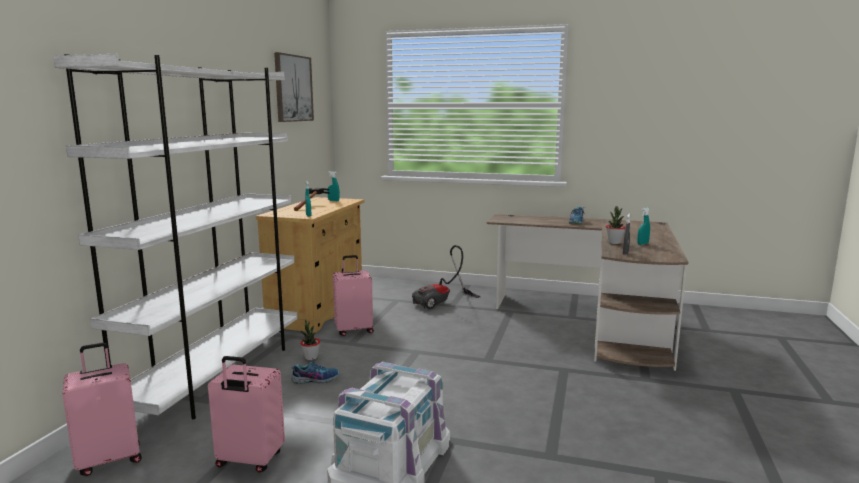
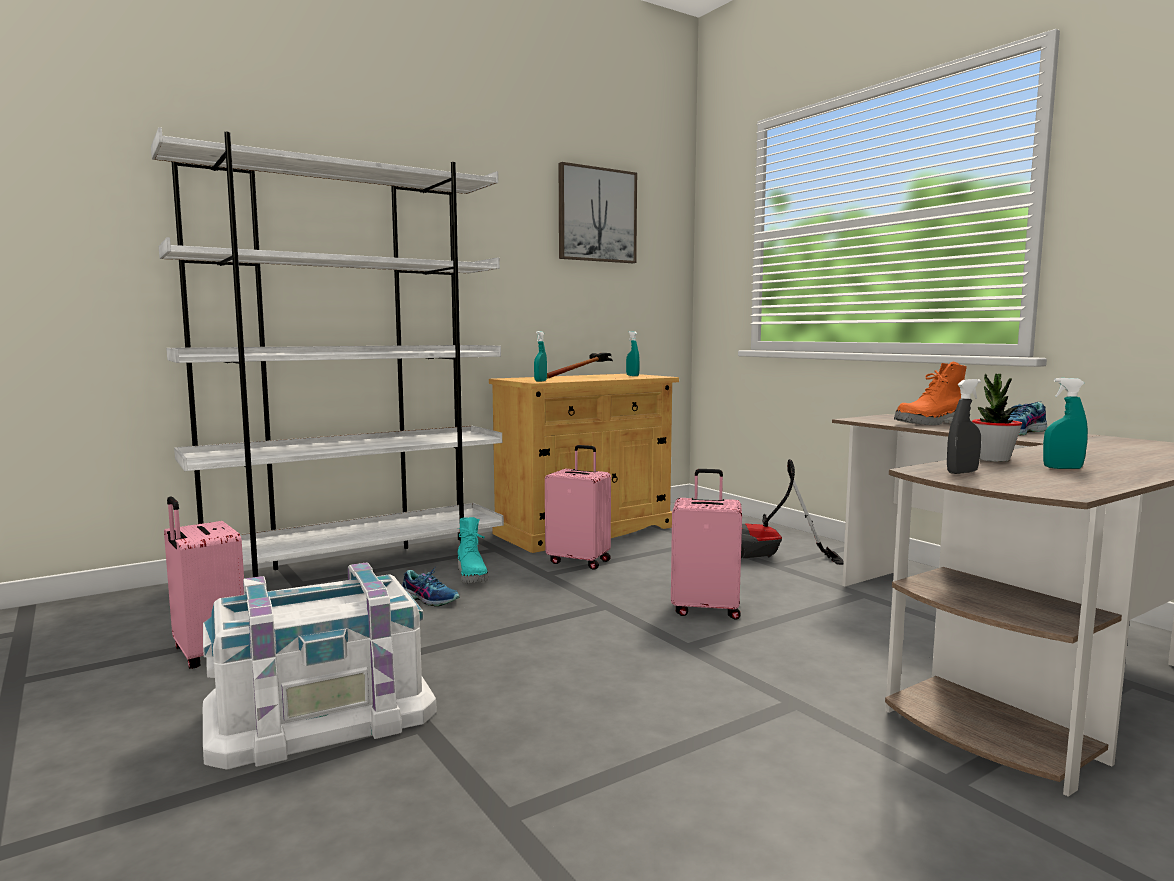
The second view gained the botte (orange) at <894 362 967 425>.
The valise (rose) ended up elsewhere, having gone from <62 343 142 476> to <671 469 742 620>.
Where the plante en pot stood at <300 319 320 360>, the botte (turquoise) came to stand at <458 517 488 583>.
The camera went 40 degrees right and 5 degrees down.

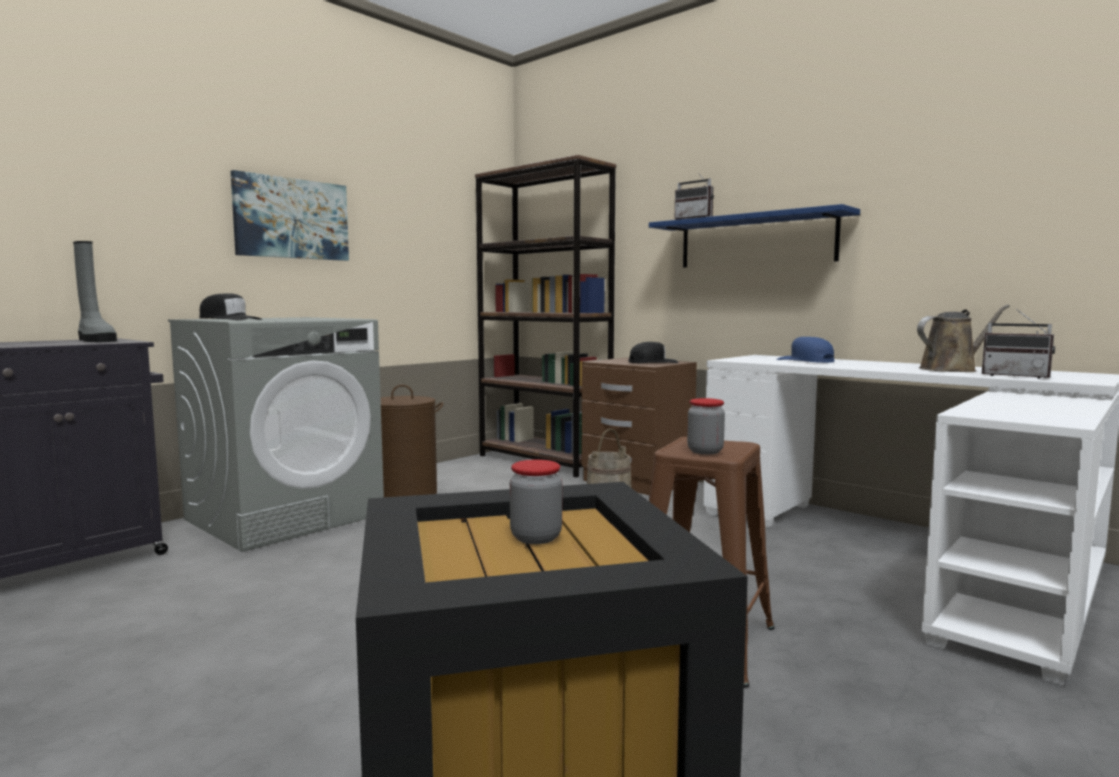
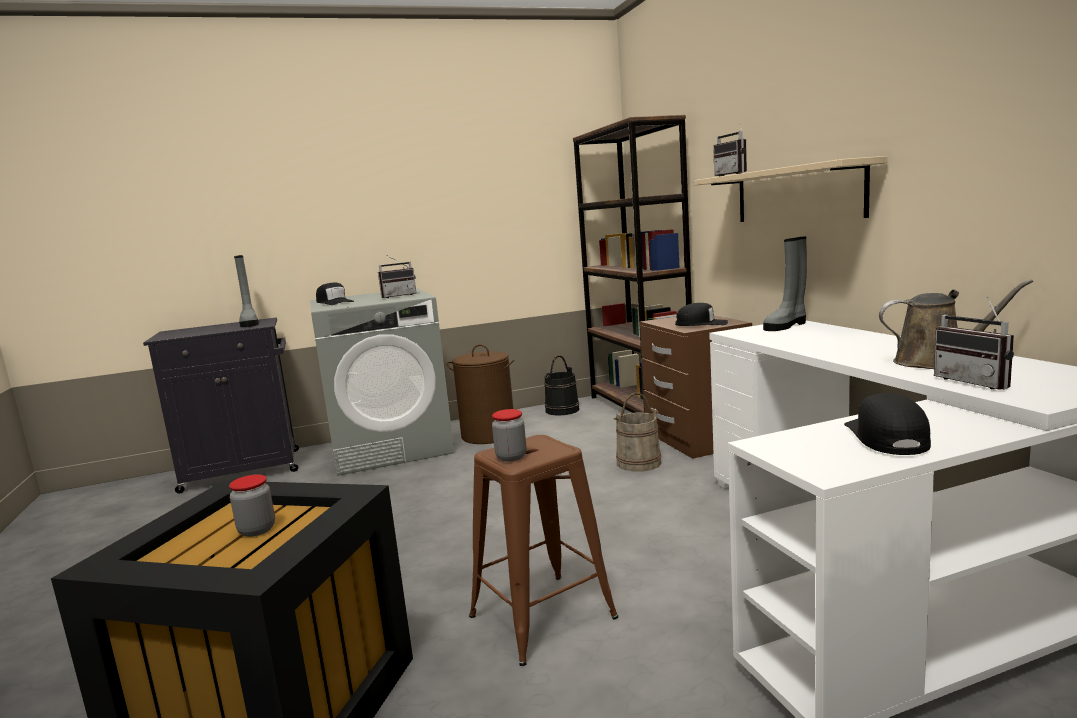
The second view lost the tableau at <231 170 349 261>.
The second view lost the casquette (bleu) at <776 337 834 363>.
The second view gained the radio at <378 255 416 298>.
The second view gained the seau (noir) at <544 355 579 416>.
The second view gained the botte (gris) at <763 236 807 331>.
The second view gained the casquette (noir) at <844 393 931 455>.
What was the étagère (bleu) at <649 204 860 267> turned into the étagère (beige) at <694 156 888 222>.
The camera went 30 degrees right and 5 degrees up.

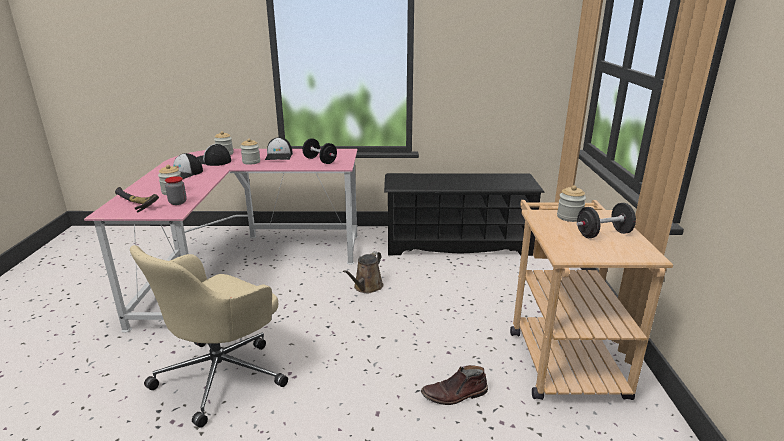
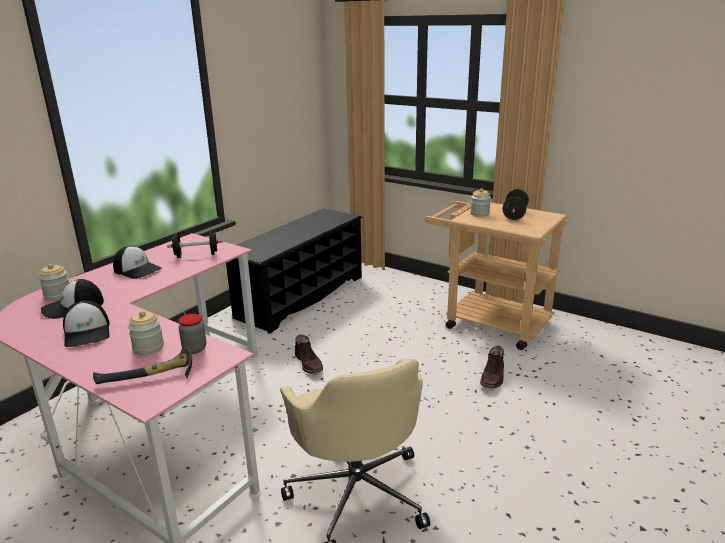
The second view lost the bocal at <240 139 260 165>.
Where the arrosoir (marron) stood at <343 251 383 293>, the botte (marron) came to stand at <295 335 323 373>.
The camera went 55 degrees left and 0 degrees up.

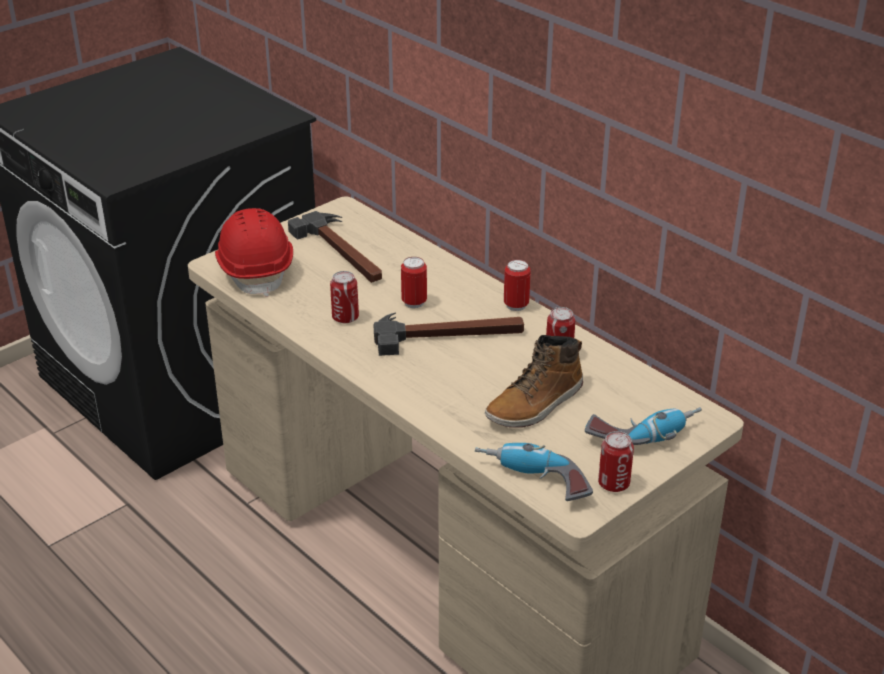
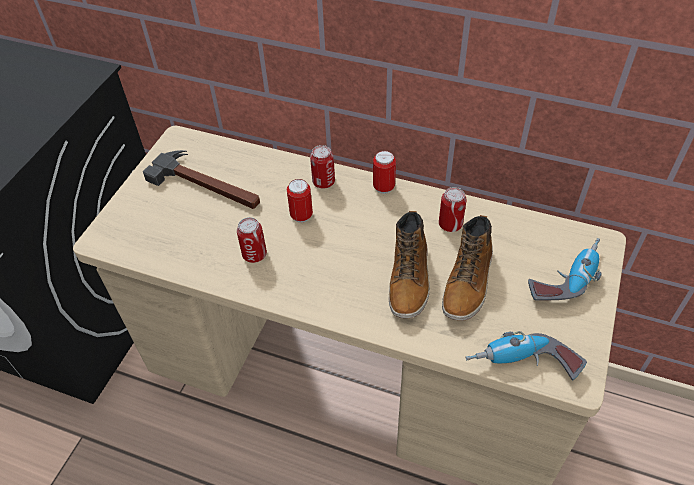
The second view lost the casque de chantier (rouge) at <215 208 293 297>.
The second view lost the marteau at <373 312 524 356>.
The second view gained the botte at <389 211 430 318>.
The boîte métallique ended up elsewhere, having gone from <598 431 634 492> to <310 145 335 189>.
The camera went 25 degrees left and 15 degrees up.

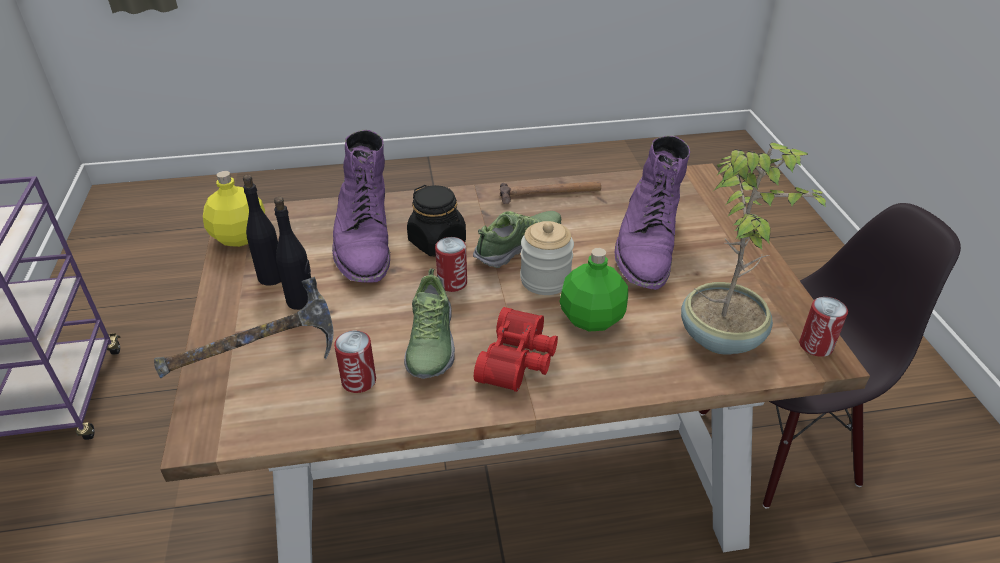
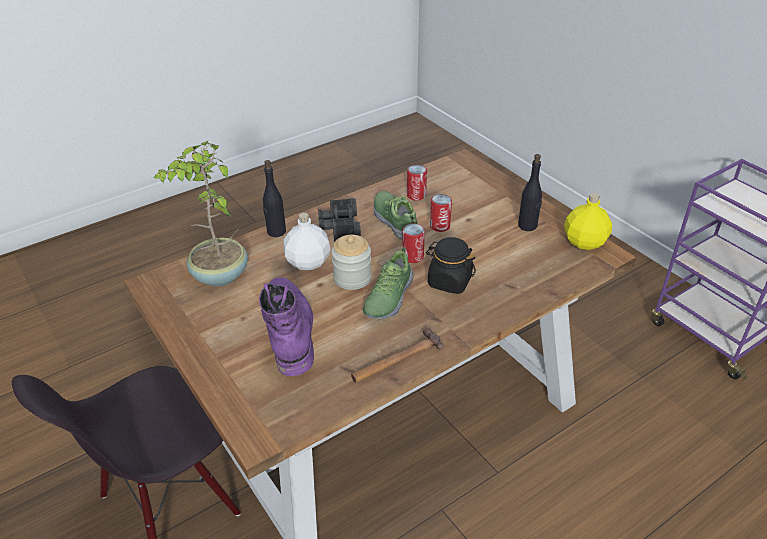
The second view lost the marteau at <154 277 334 378>.
The second view lost the botte (violet) at <332 130 390 283>.
The bouteille (noir) ended up elsewhere, having gone from <274 197 311 310> to <263 160 286 237>.
The boîte métallique ended up elsewhere, having gone from <799 297 848 357> to <430 194 452 232>.
What was the jumelles (rouge) at <474 307 558 392> turned into the jumelles (noir) at <318 198 361 242>.
What was the bouteille (vert) at <559 248 628 332> turned into the bouteille (blanc) at <283 213 331 270>.
The camera went 155 degrees right and 0 degrees up.

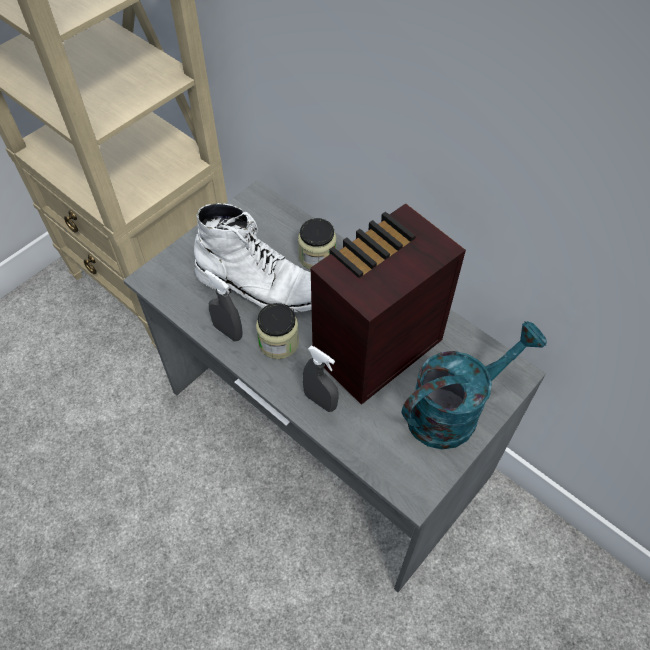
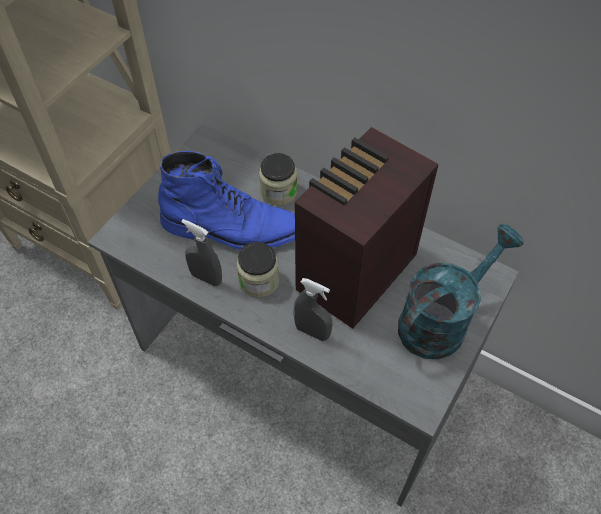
What was the botte (blanc) at <194 203 312 313> turned into the botte (bleu) at <158 151 295 250>.
The camera went 10 degrees left and 0 degrees up.

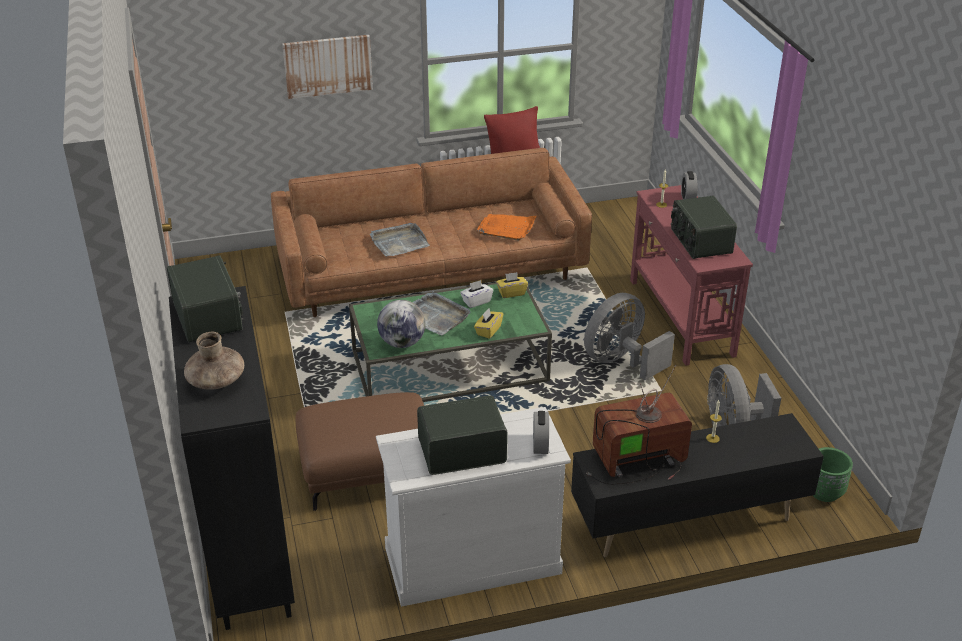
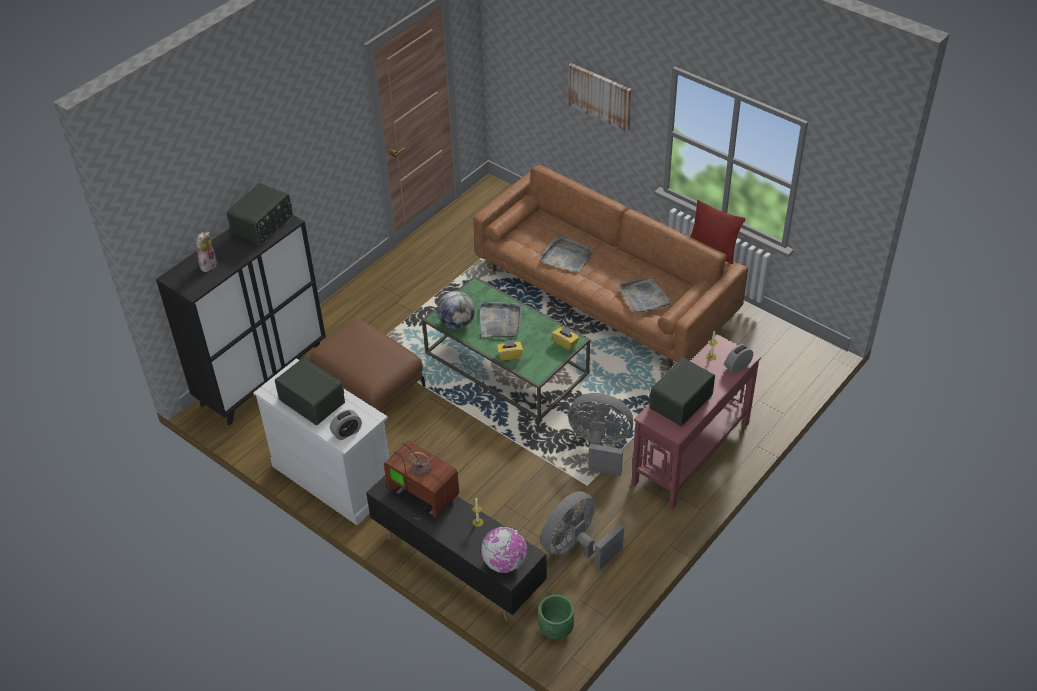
The second view lost the boîte à mouchoirs (blanc) at <460 280 493 308>.
The second view gained the globe at <481 526 527 573>.
Where the vase (marron) stood at <184 332 244 390>, the peluche came to stand at <195 232 218 272>.
What was the plateau (orange) at <477 214 536 240> turned into the plateau (gris) at <619 278 673 312>.
The camera went 55 degrees right and 10 degrees up.

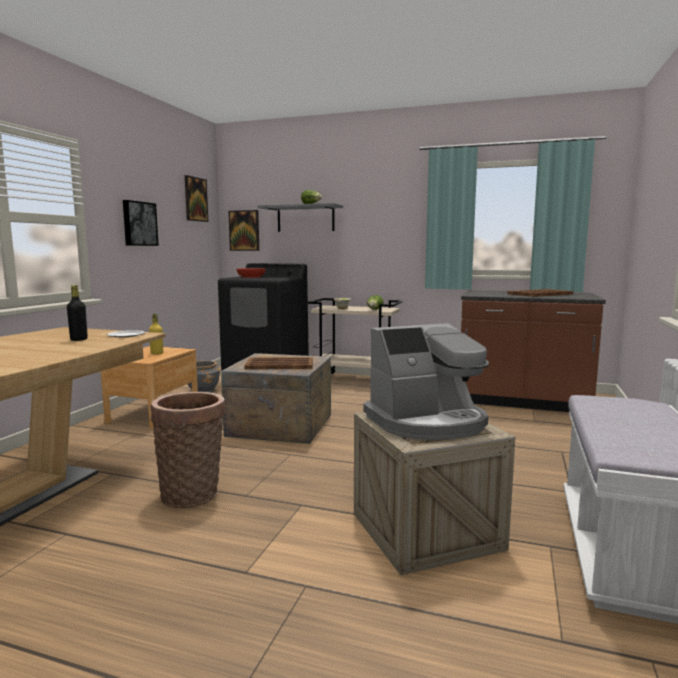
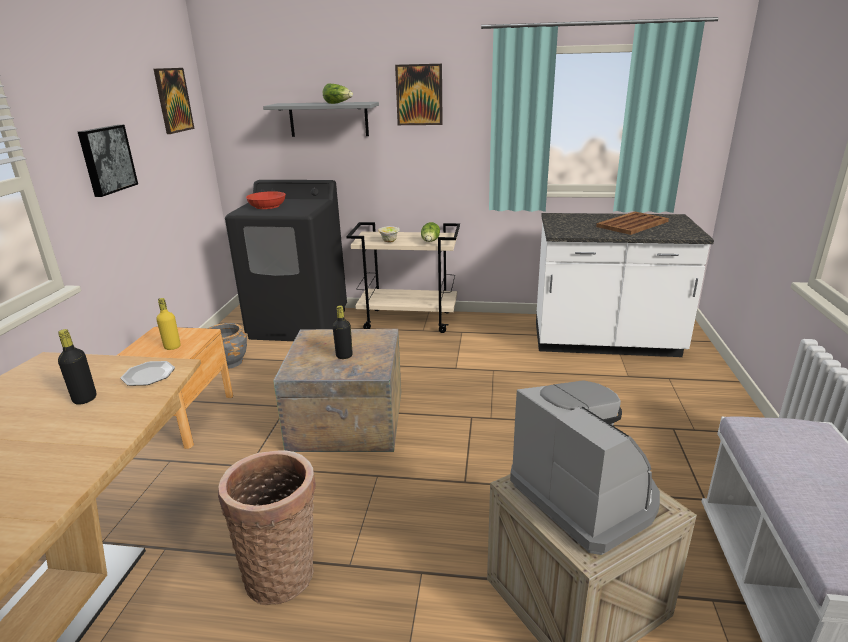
The tableau ended up elsewhere, having gone from <228 210 259 251> to <395 64 443 125>.
Where the plateau (marron) stood at <244 357 313 369>, the bouteille (noir) came to stand at <333 305 353 359>.
What was the comptoir de cuisine (marron) at <461 290 606 412> turned into the comptoir de cuisine (blanc) at <536 213 714 357>.
The machine à café at <363 323 489 440> ended up facing another way, 90 degrees counterclockwise from before.
The camera went 10 degrees left and 15 degrees up.

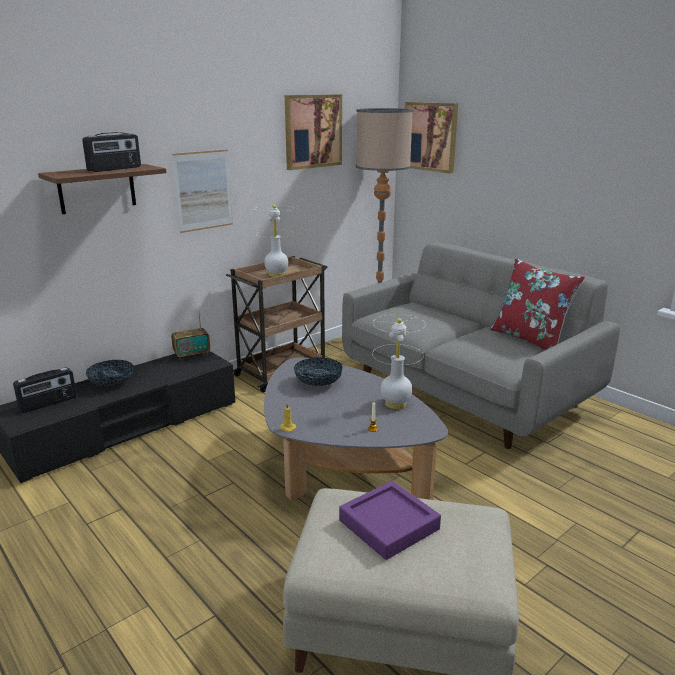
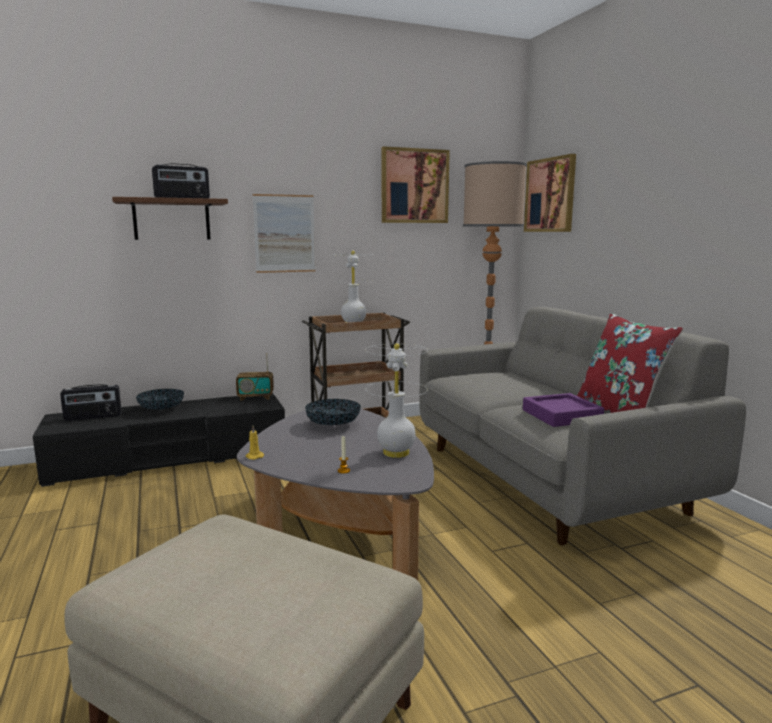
The plateau (violet) ended up elsewhere, having gone from <339 481 441 560> to <523 393 604 427>.
The camera went 20 degrees right and 10 degrees down.

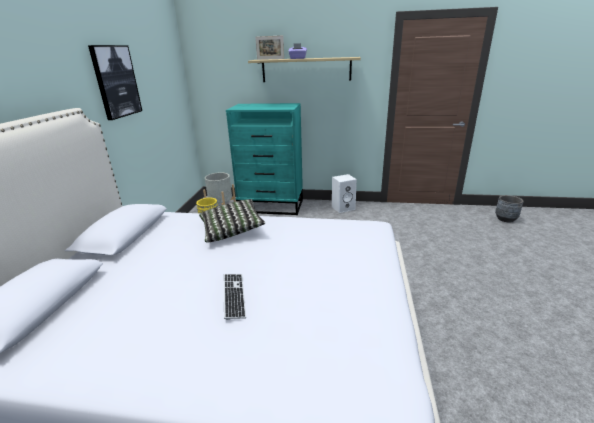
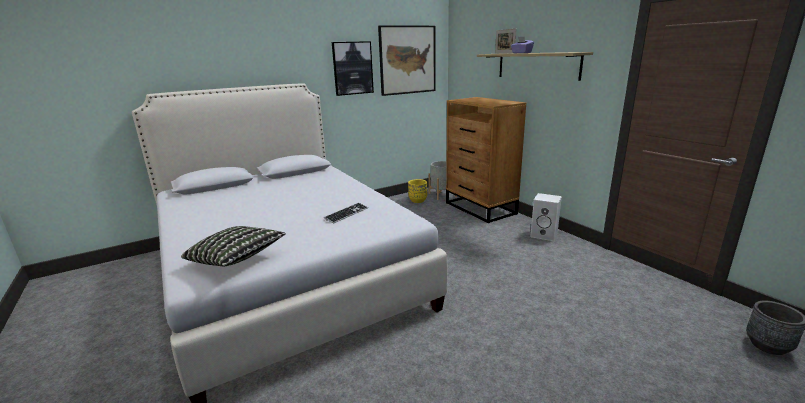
The second view gained the tableau at <378 26 436 96>.
The coussin ended up elsewhere, having gone from <199 199 266 243> to <181 226 286 266>.
The clavier ended up elsewhere, having gone from <224 274 246 320> to <324 203 368 223>.
What was the commode (turquoise) at <226 103 303 215> turned into the commode (marron) at <446 97 526 223>.
The camera went 50 degrees right and 5 degrees down.

